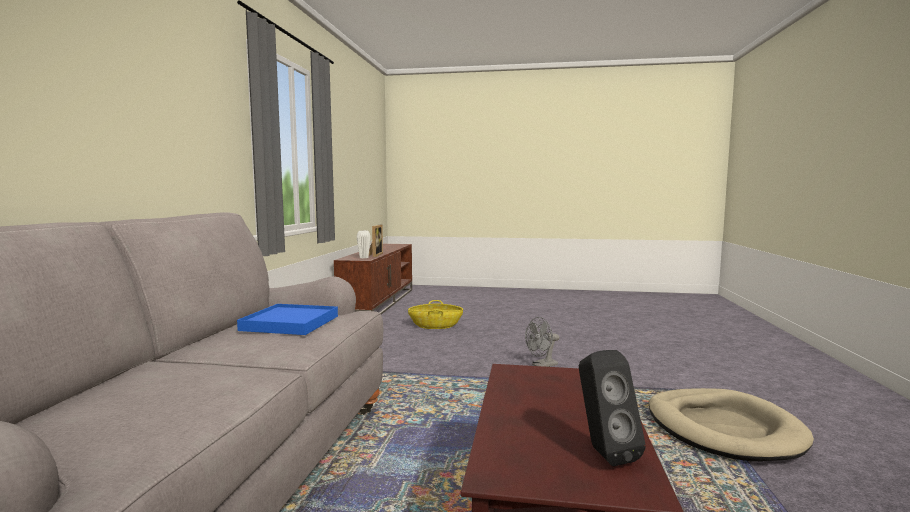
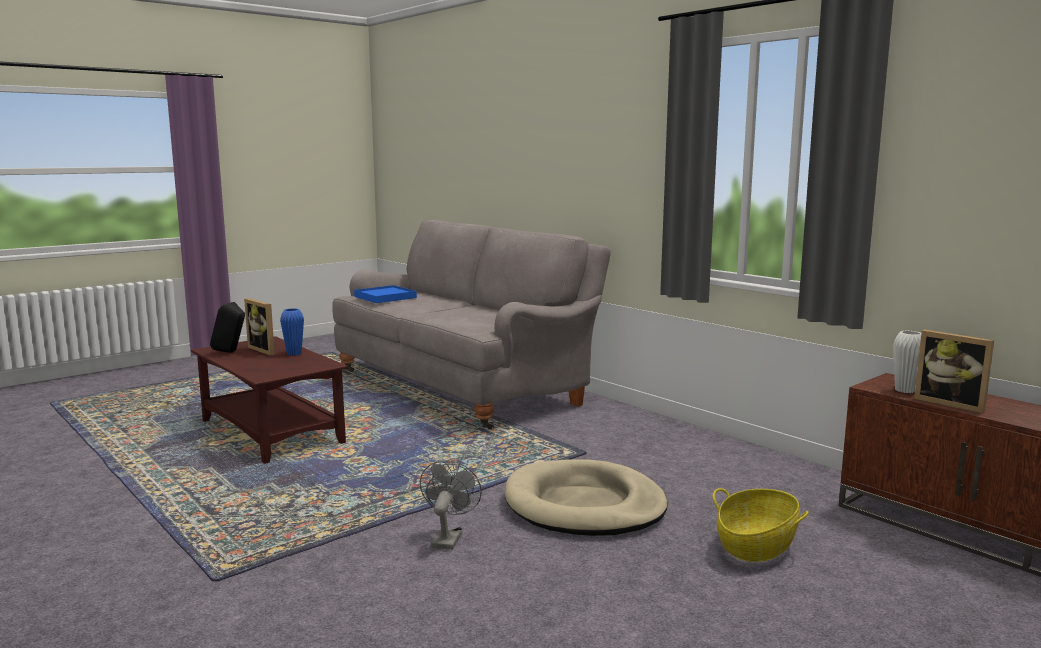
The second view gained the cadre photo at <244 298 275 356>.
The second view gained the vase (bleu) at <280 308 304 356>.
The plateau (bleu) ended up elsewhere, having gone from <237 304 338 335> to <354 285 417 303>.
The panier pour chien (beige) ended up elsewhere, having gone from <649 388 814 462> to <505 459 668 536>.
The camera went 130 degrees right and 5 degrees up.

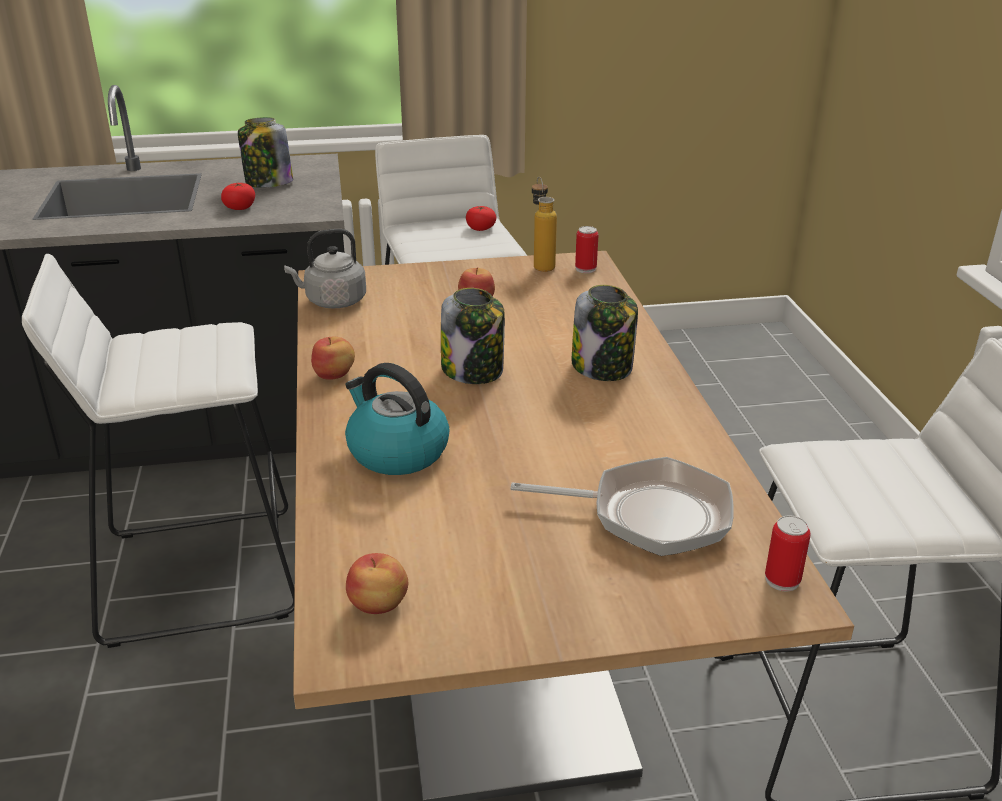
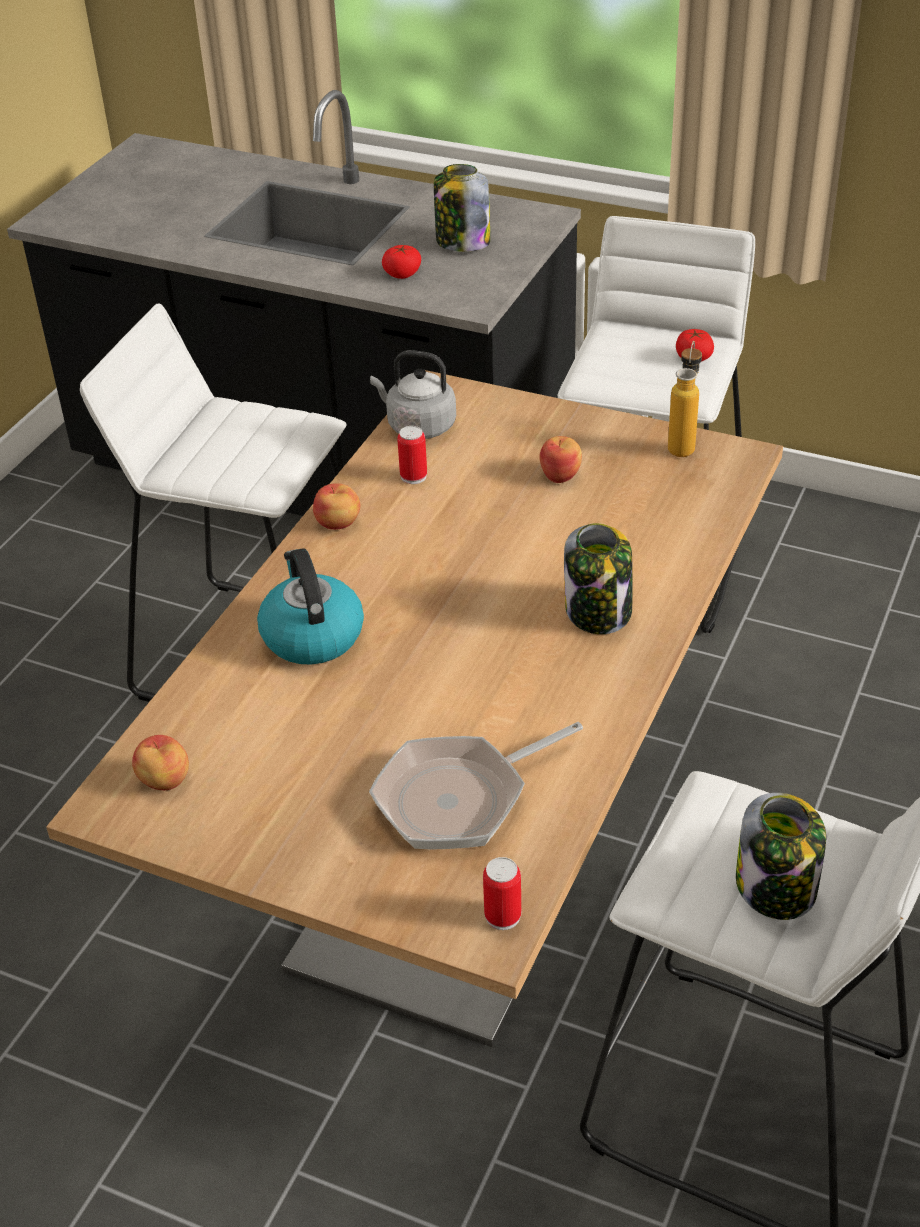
The bocal ended up elsewhere, having gone from <441 288 505 384> to <736 793 826 920>.
The boîte métallique ended up elsewhere, having gone from <575 226 598 273> to <397 426 427 484>.
The poêle at <510 457 734 556> ended up facing another way, 105 degrees clockwise from before.
The camera went 35 degrees right and 10 degrees up.

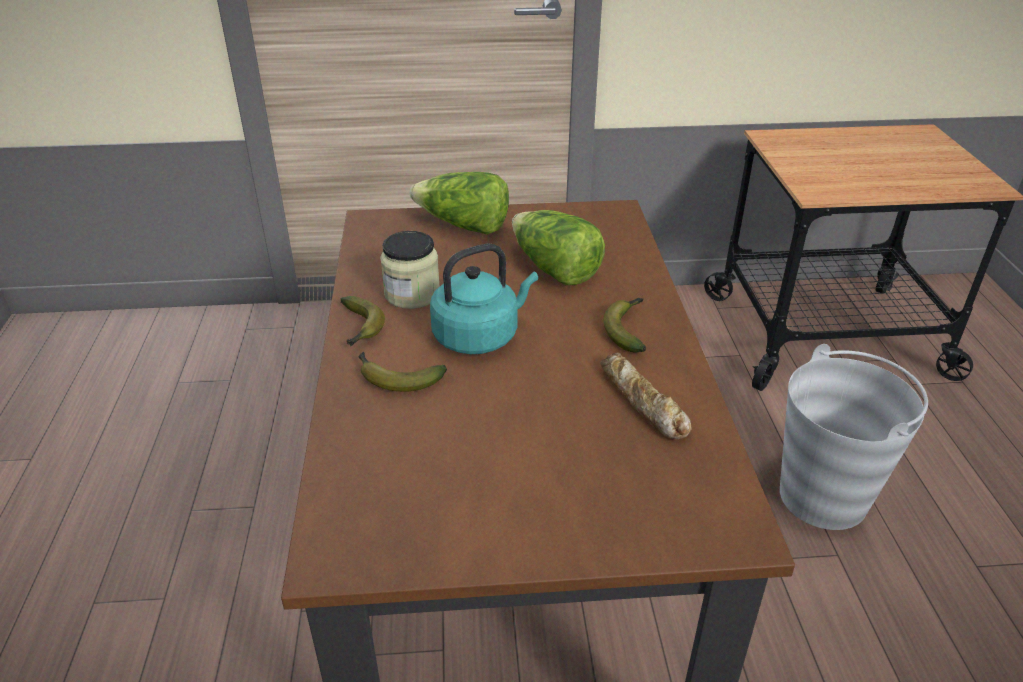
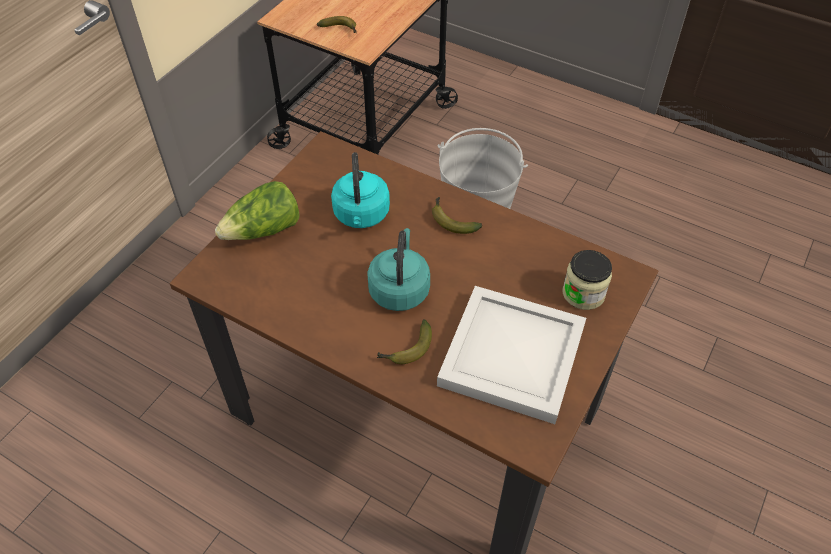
The second view lost the pain at <600 352 692 439>.
The second view gained the plateau (blanc) at <437 286 586 424>.
The banane ended up elsewhere, having gone from <341 296 385 346> to <317 16 357 33>.
The bocal ended up elsewhere, having gone from <380 231 439 309> to <562 250 612 310>.
Where the laitue stood at <512 210 605 285>, the bouilloire (turquoise) came to stand at <331 152 390 228>.
The camera went 55 degrees left and 15 degrees up.

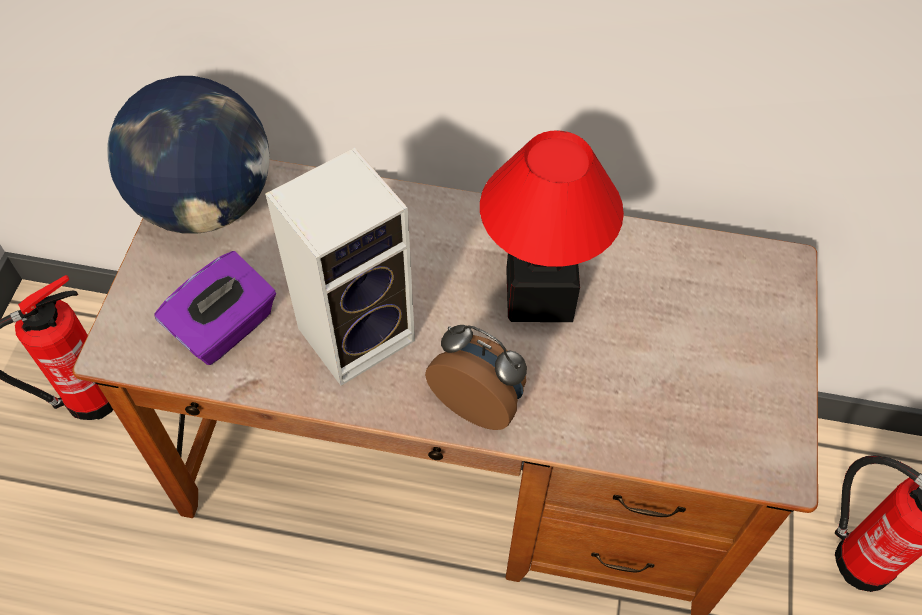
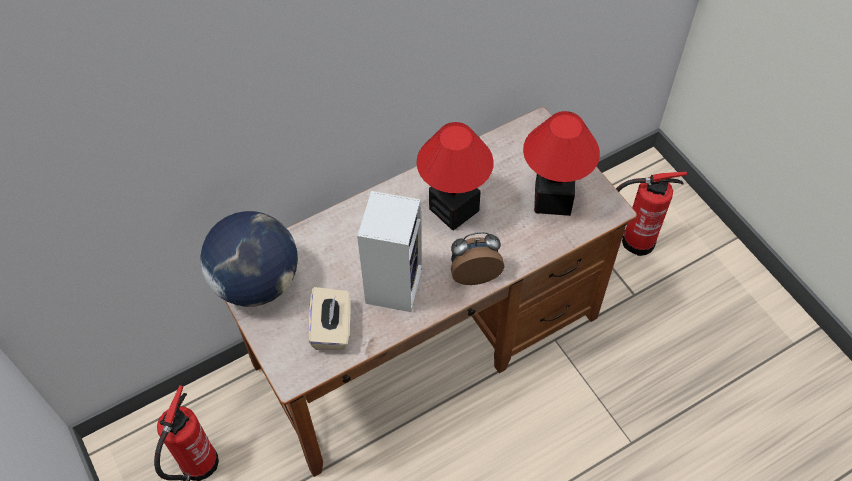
The second view gained the lampe de table at <523 111 600 216>.
What was the boîte à mouchoirs (violet) at <155 251 276 365> turned into the boîte à mouchoirs (beige) at <308 287 351 350>.
The camera went 40 degrees left and 0 degrees up.

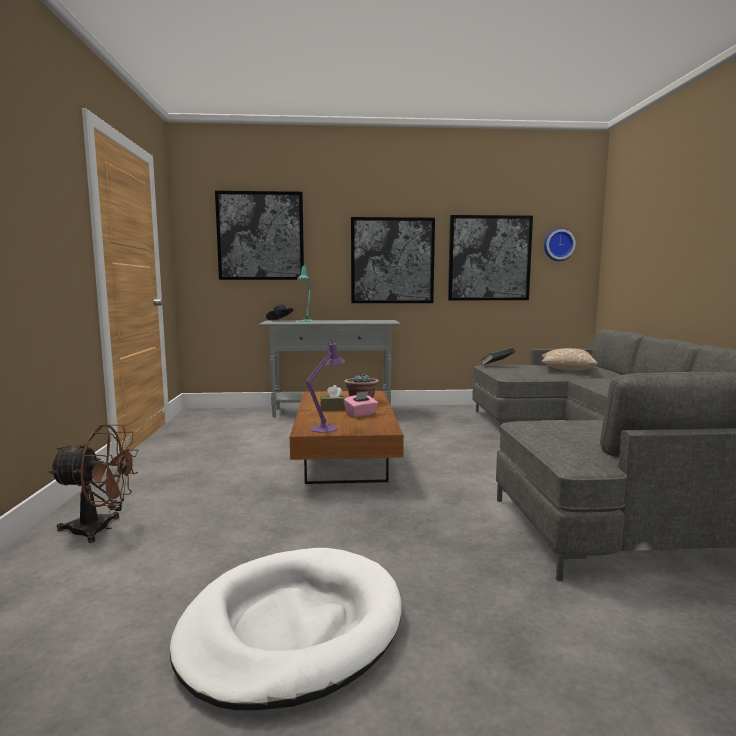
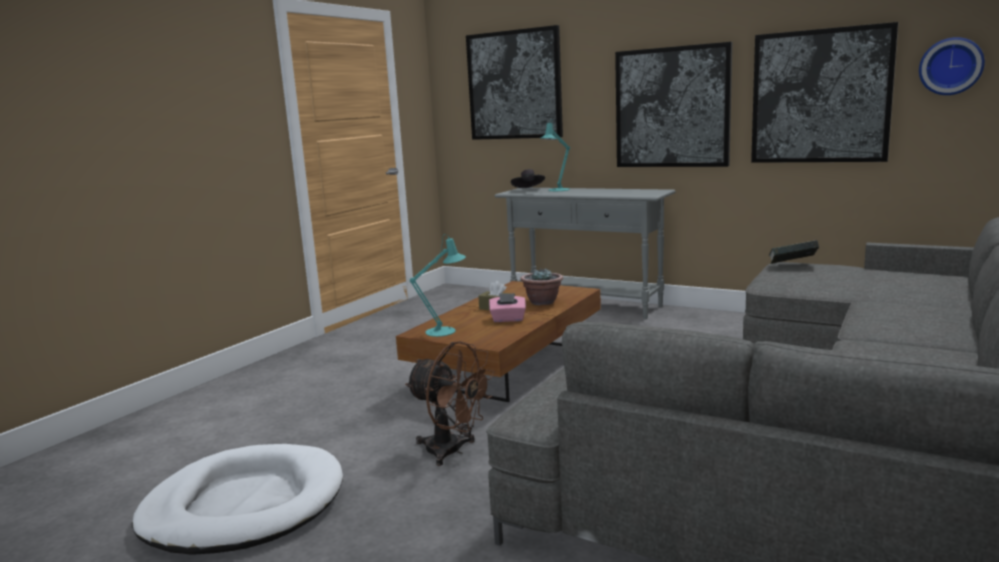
The second view lost the coussin at <541 348 598 371>.
The ventilateur (marron) ended up elsewhere, having gone from <48 424 139 543> to <405 341 495 466>.
What was the lampe de table (violet) at <305 339 345 433> turned into the lampe de table (turquoise) at <410 234 466 337>.
The camera went 35 degrees right and 5 degrees up.

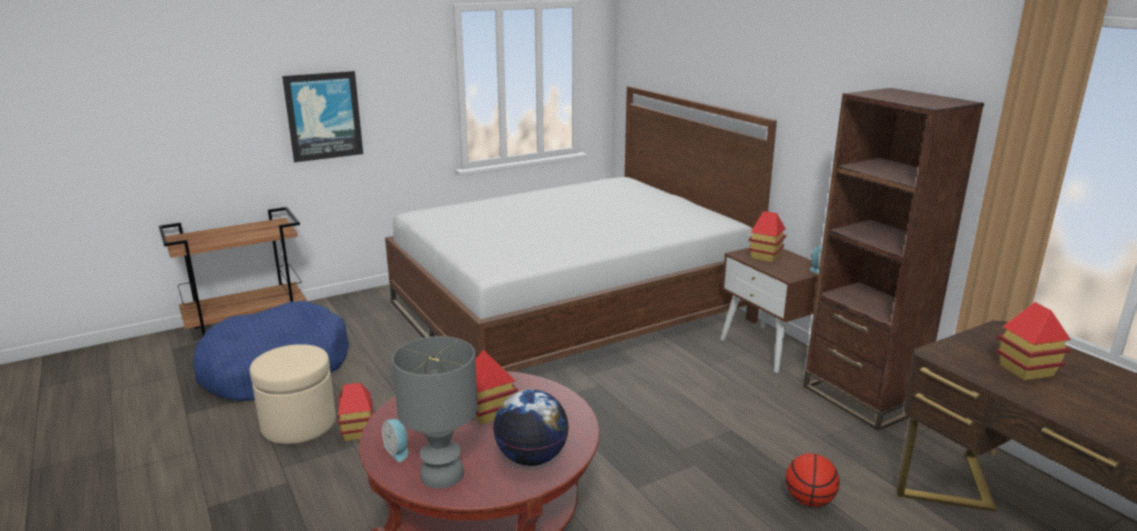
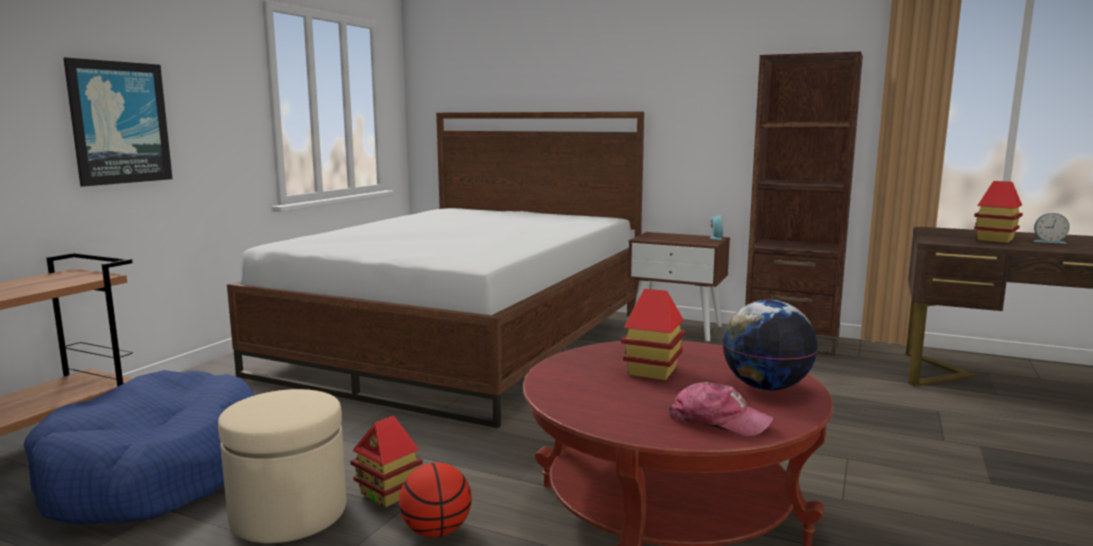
The second view lost the maison miniature at <749 211 786 262>.
The réveil ended up elsewhere, having gone from <382 419 409 462> to <1033 213 1070 244>.
The ballon de basket ended up elsewhere, having gone from <786 453 840 507> to <399 462 472 538>.
Where the lampe de table (gris) stood at <392 336 478 489>, the casquette came to stand at <668 382 774 436>.
The camera went 35 degrees left and 10 degrees down.

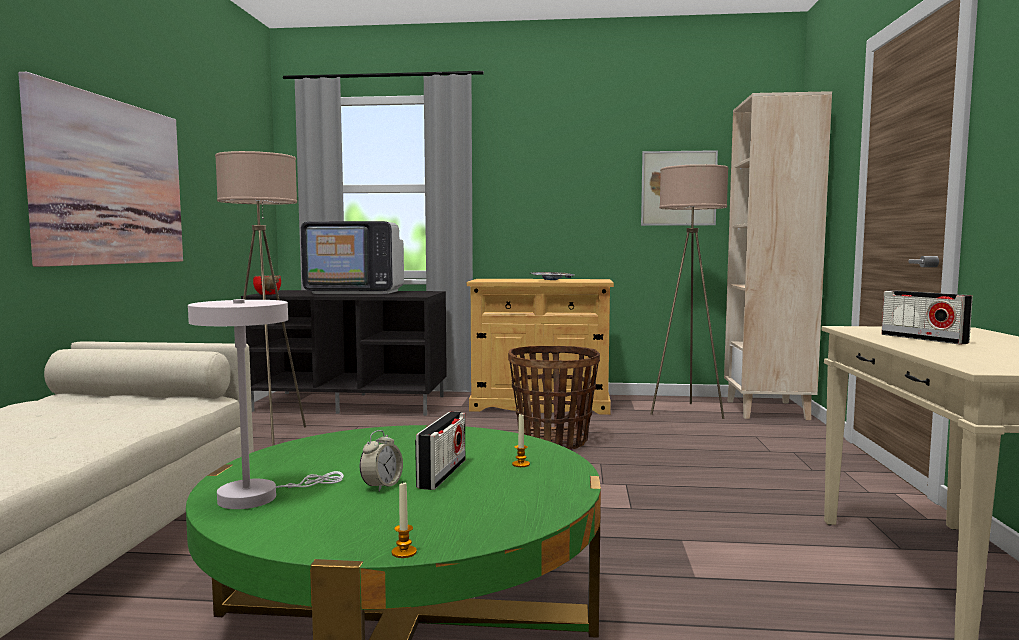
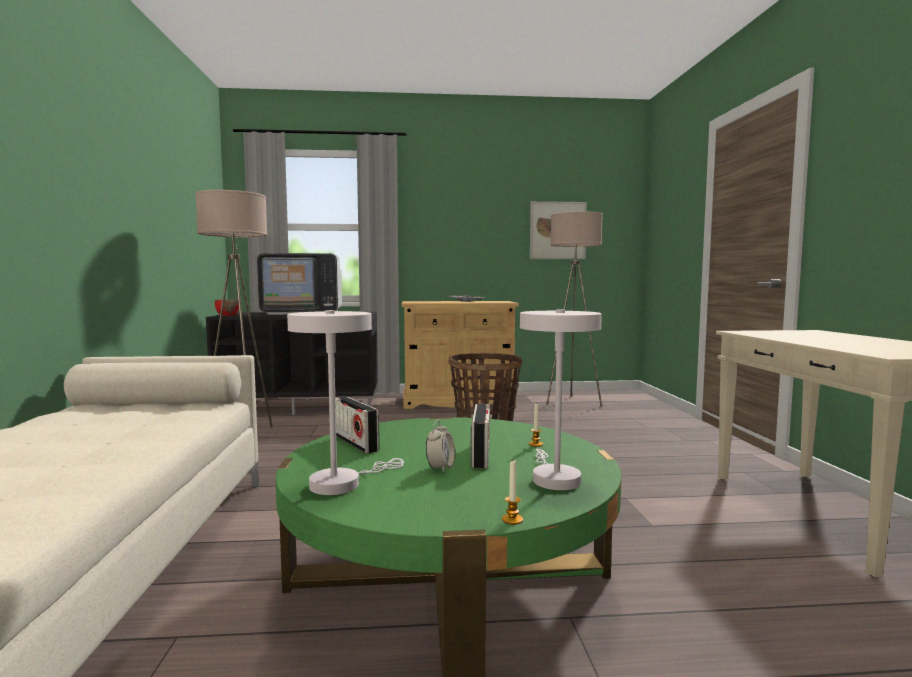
The second view lost the tableau at <18 72 183 267>.
The second view lost the bibliothèque (beige) at <724 91 832 420>.
The second view gained the lampe de table (blanc) at <520 309 602 490>.
The radio ended up elsewhere, having gone from <881 290 973 345> to <335 397 379 453>.
The camera went 10 degrees left and 0 degrees up.

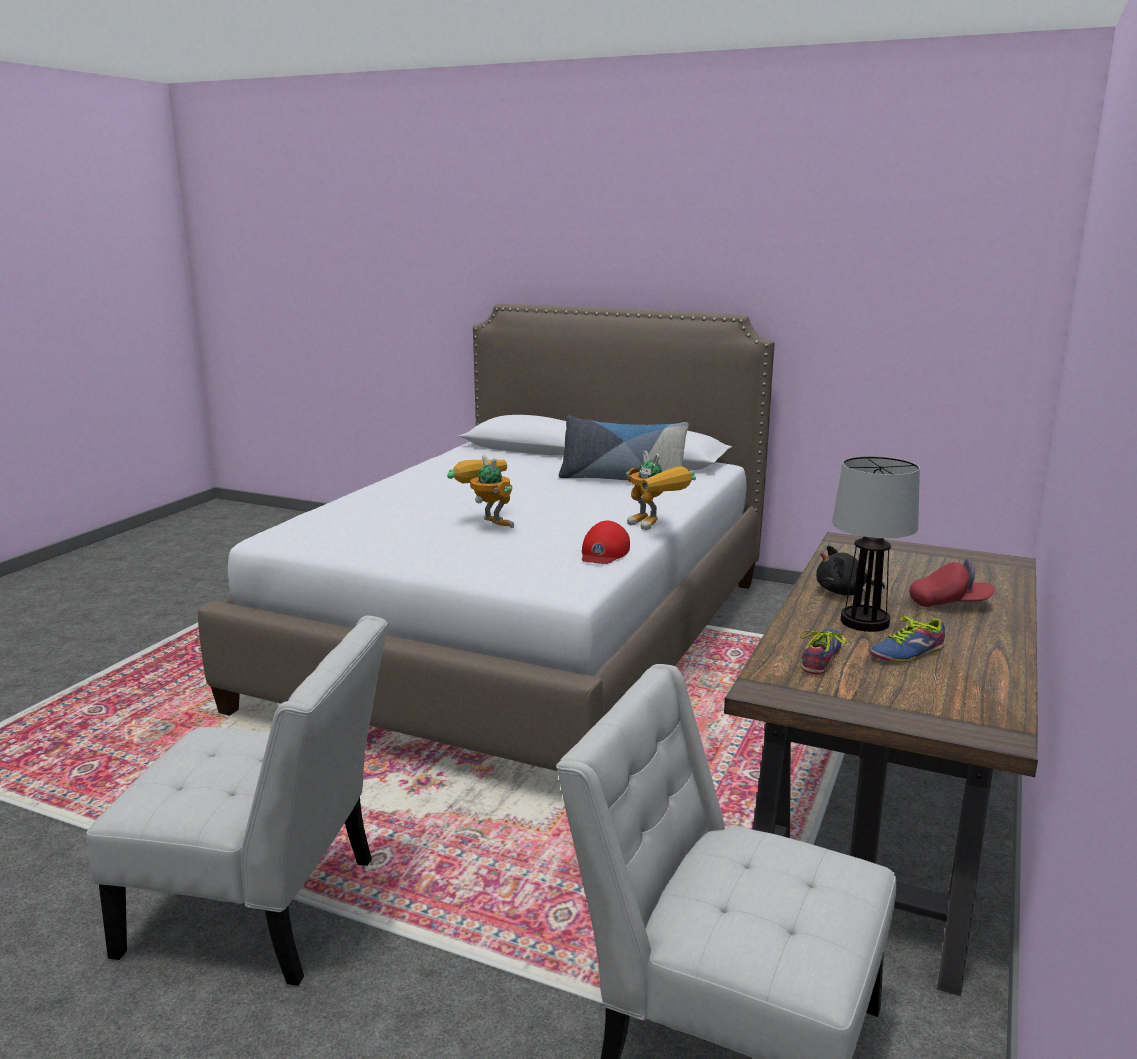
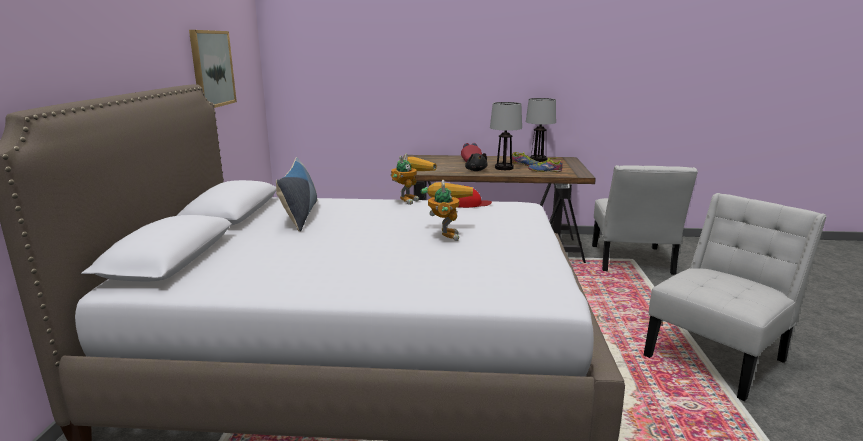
The second view gained the tableau at <189 30 237 108>.
The second view gained the lampe de table at <526 98 556 162>.
The chaise (blanc) at <86 616 388 986> ended up facing another way, 60 degrees clockwise from before.
The robot jouet at <447 455 514 528> ended up facing another way, 150 degrees clockwise from before.
The camera went 110 degrees left and 0 degrees up.

